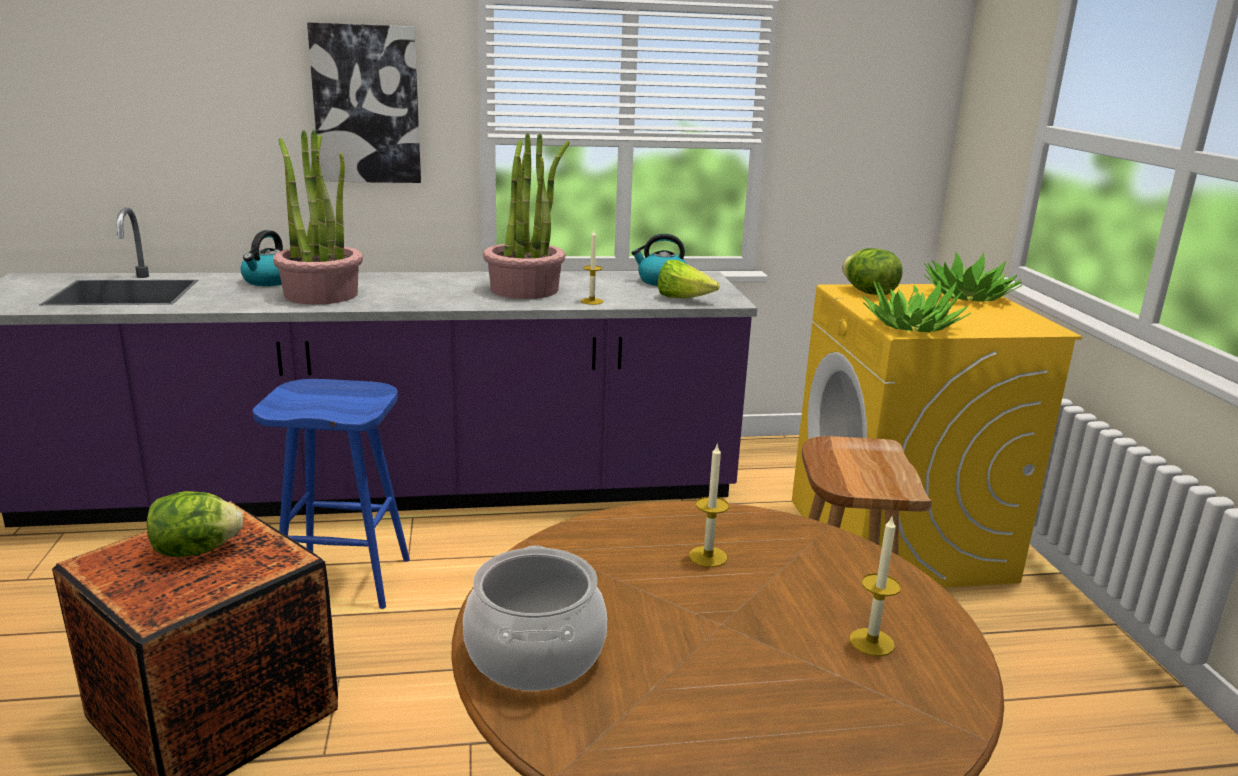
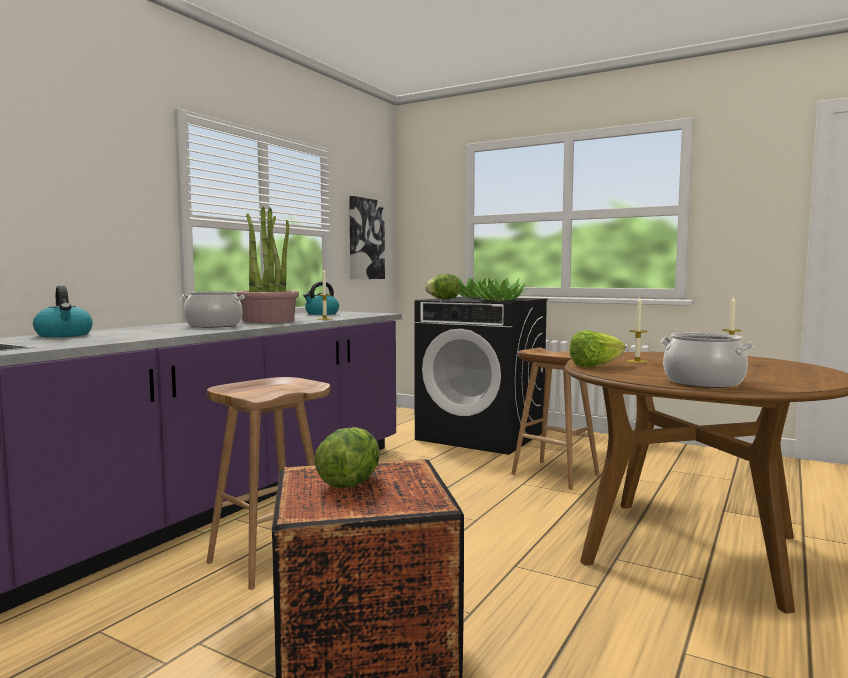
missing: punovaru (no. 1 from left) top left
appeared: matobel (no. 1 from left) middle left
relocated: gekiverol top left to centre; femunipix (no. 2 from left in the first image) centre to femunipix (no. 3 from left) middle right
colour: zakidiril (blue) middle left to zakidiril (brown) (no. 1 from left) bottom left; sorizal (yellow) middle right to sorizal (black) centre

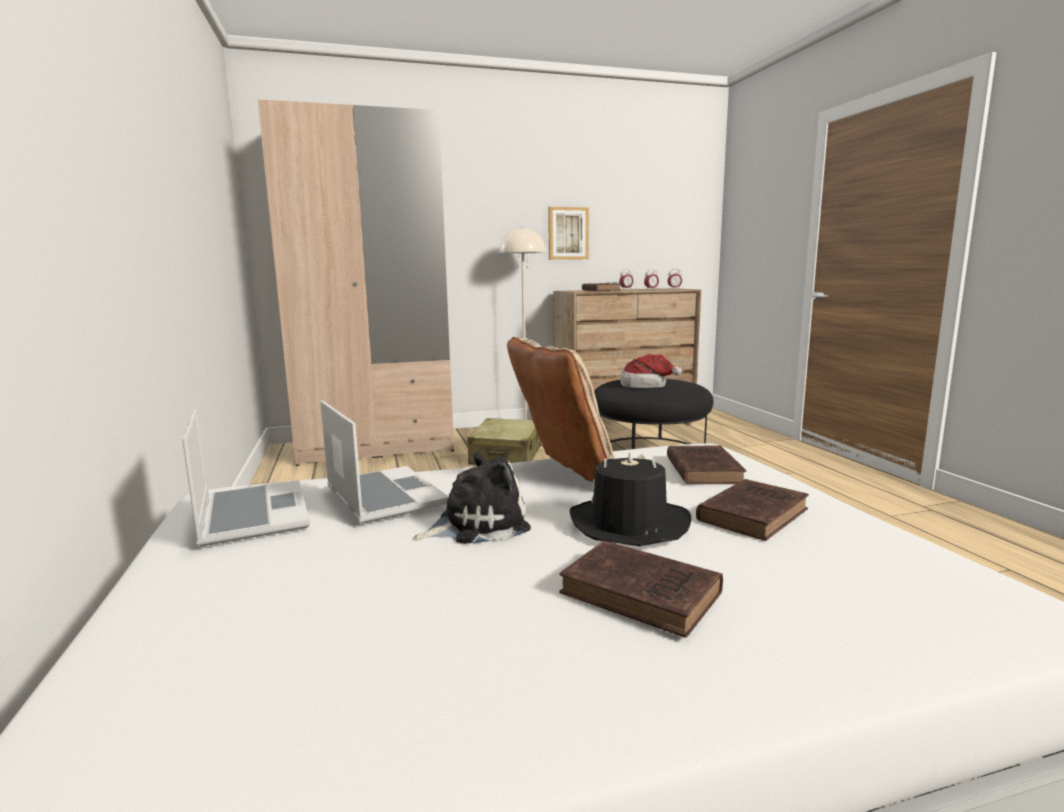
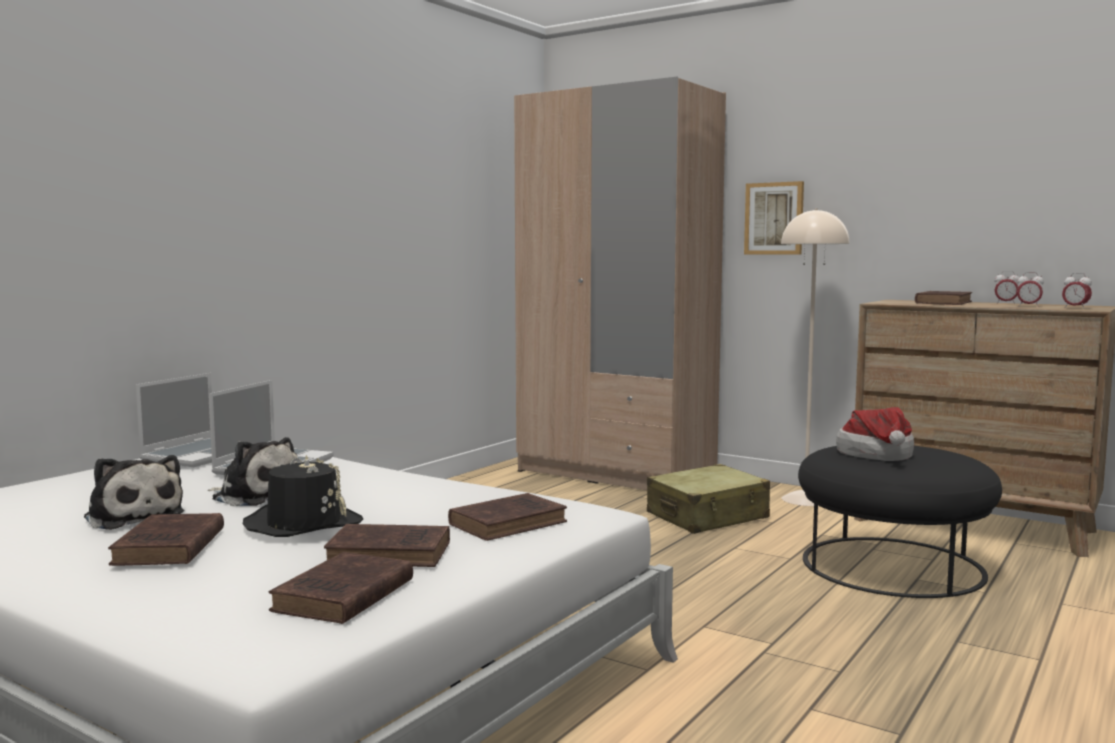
missing: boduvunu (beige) centre
appeared: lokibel (no. 1 from left) middle left; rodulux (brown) (no. 2 from left) bottom left
relocated: gekiverol top centre to top right

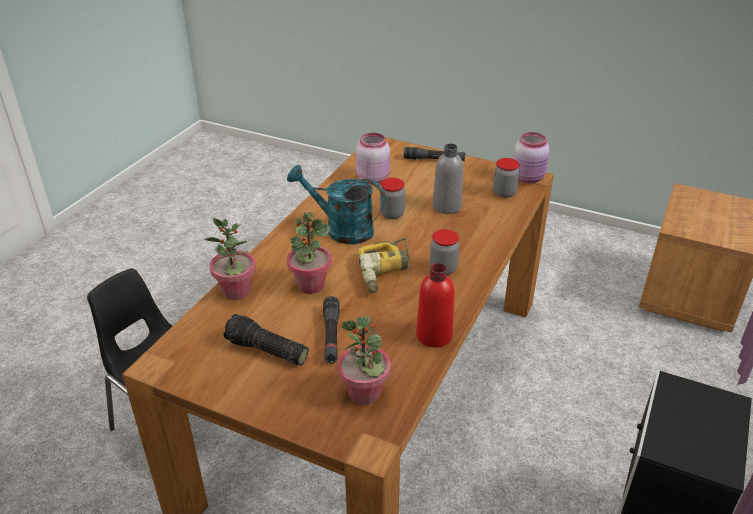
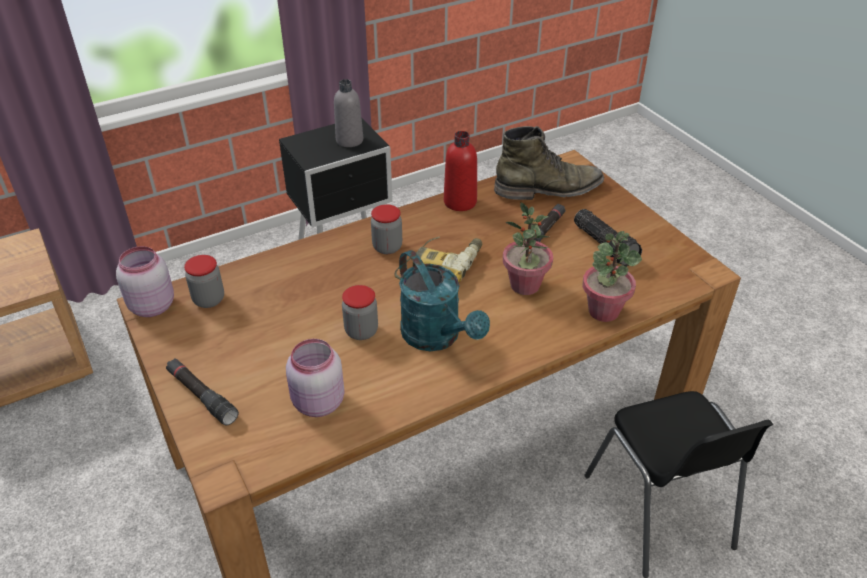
relocated: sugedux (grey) centre to top centre
exchanged: punovaru (no. 3 from left) bottom centre to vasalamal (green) top centre

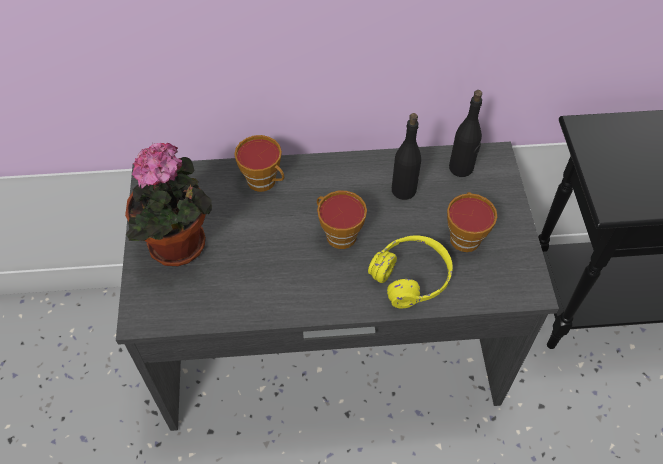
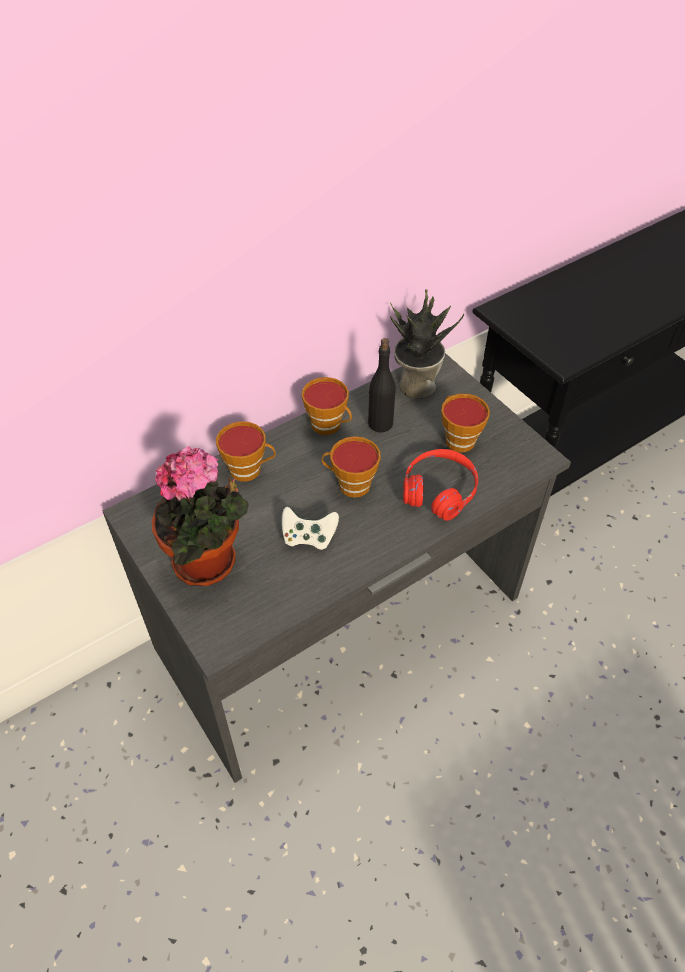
appeared: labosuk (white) centre; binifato (no. 2 from left) centre
exchanged: sugedux (black) (no. 2 from left) top right to punovaru (no. 2 from left) centre
colour: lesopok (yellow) centre to lesopok (red) centre

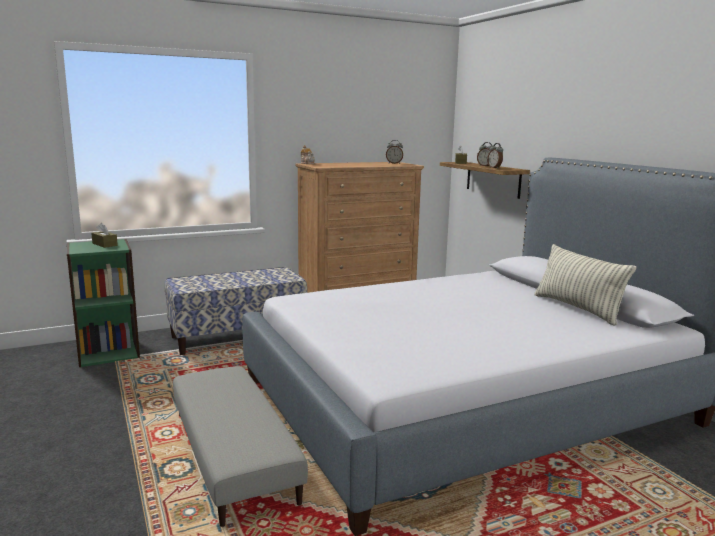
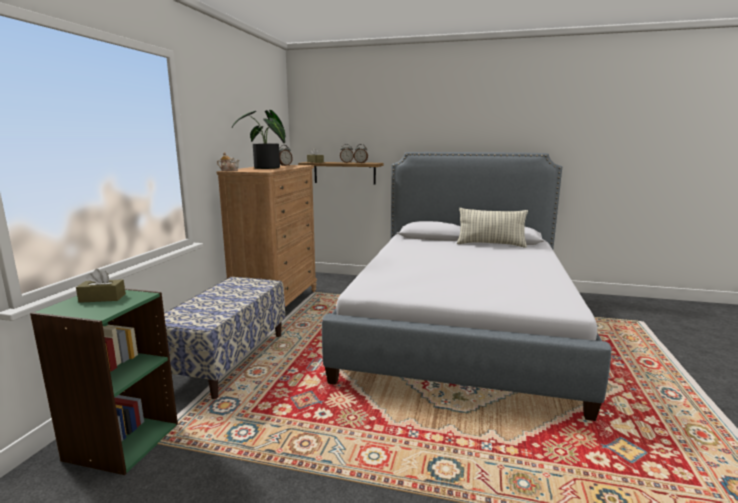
missing: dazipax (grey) bottom centre
appeared: punovaru top centre

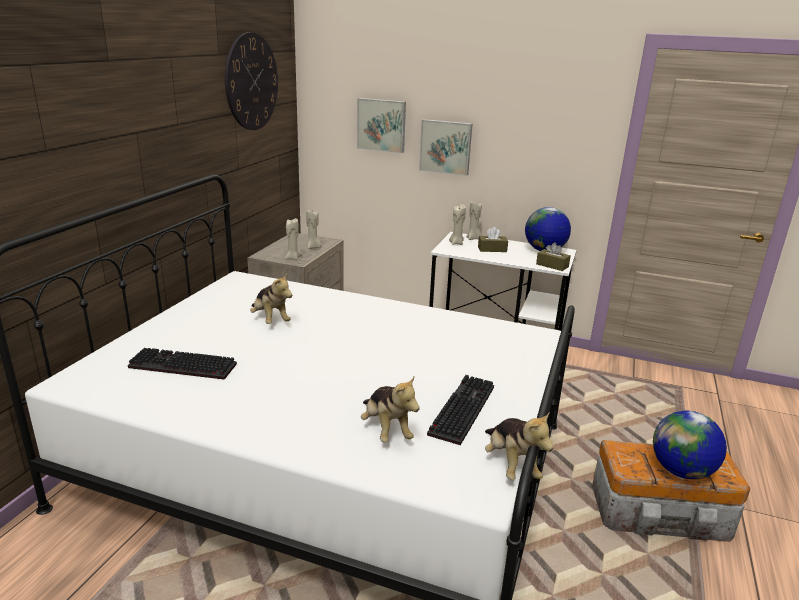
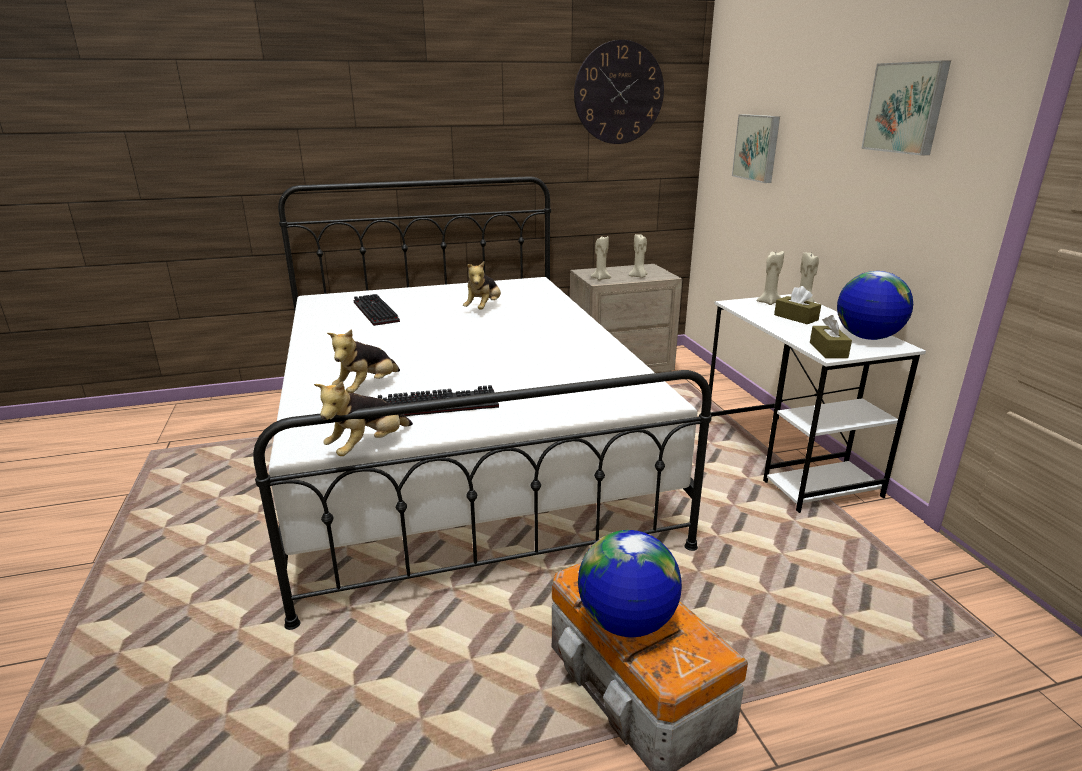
relocated: gekiverol (no. 2 from left) top centre to top right

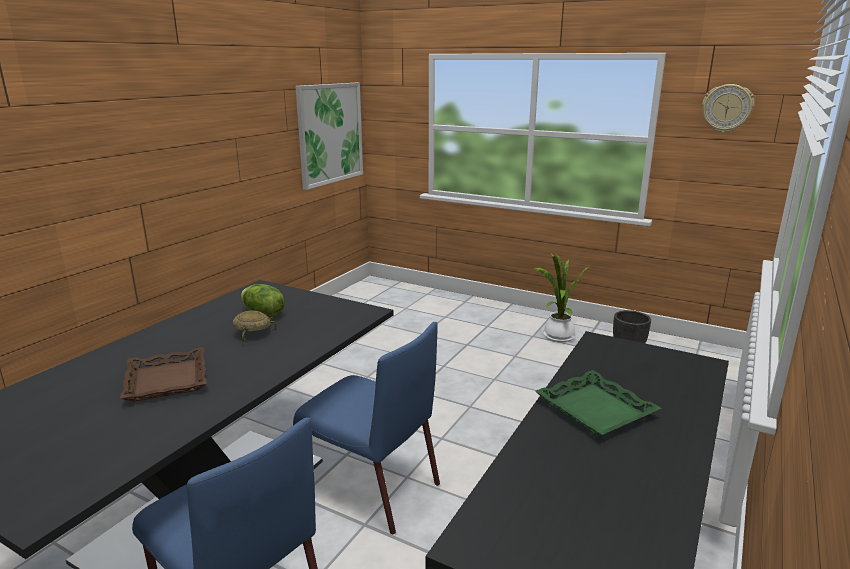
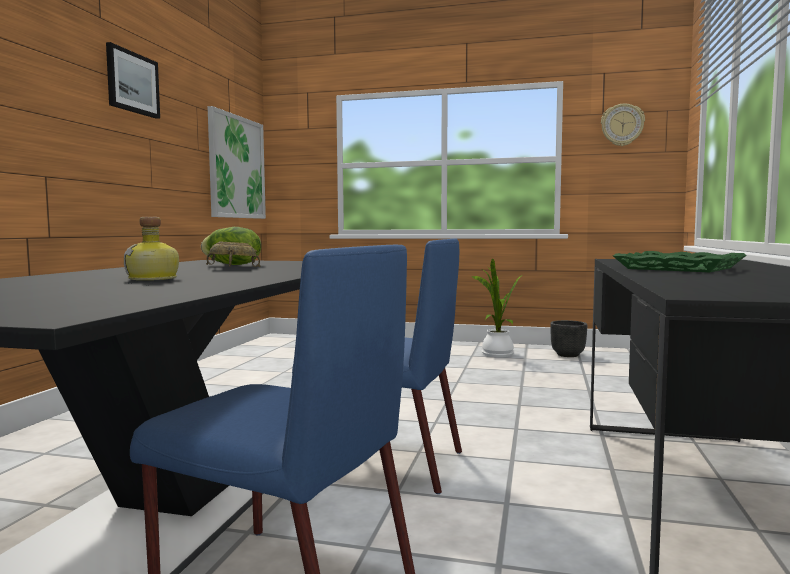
appeared: gekiverol (no. 1 from left) top left
exchanged: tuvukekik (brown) middle left to sugedux middle left

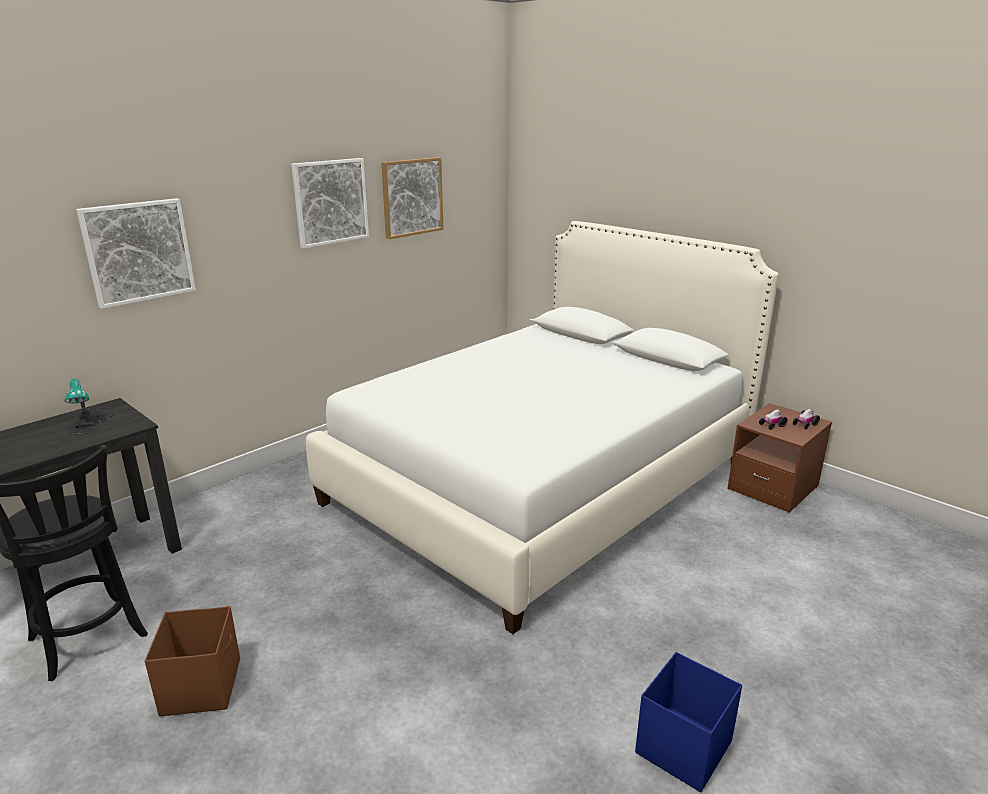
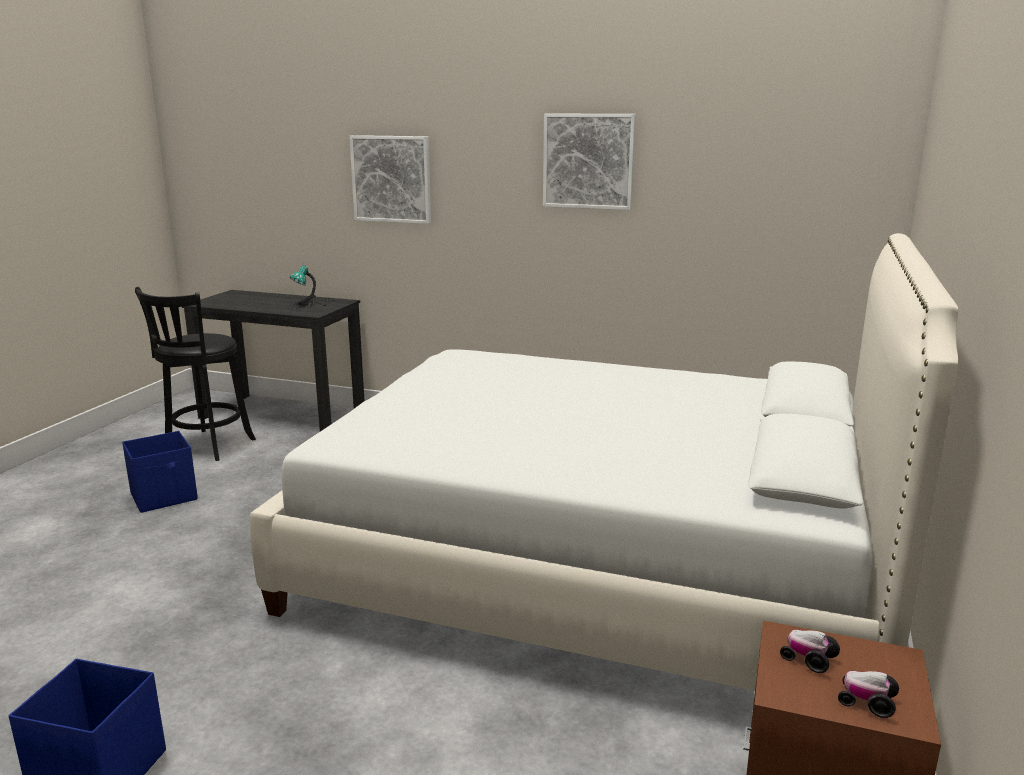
missing: gekiverol (no. 3 from left) top centre
colour: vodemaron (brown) bottom left to vodemaron (blue) (no. 2 from left) middle left

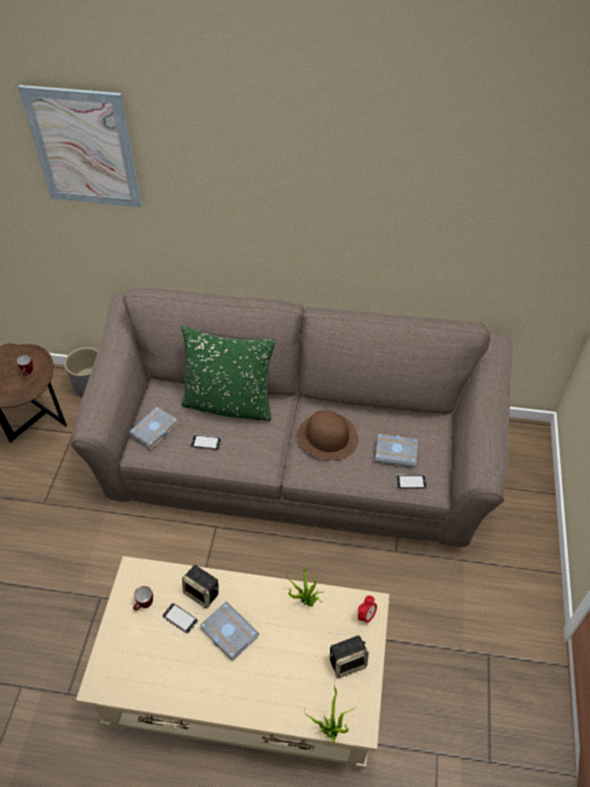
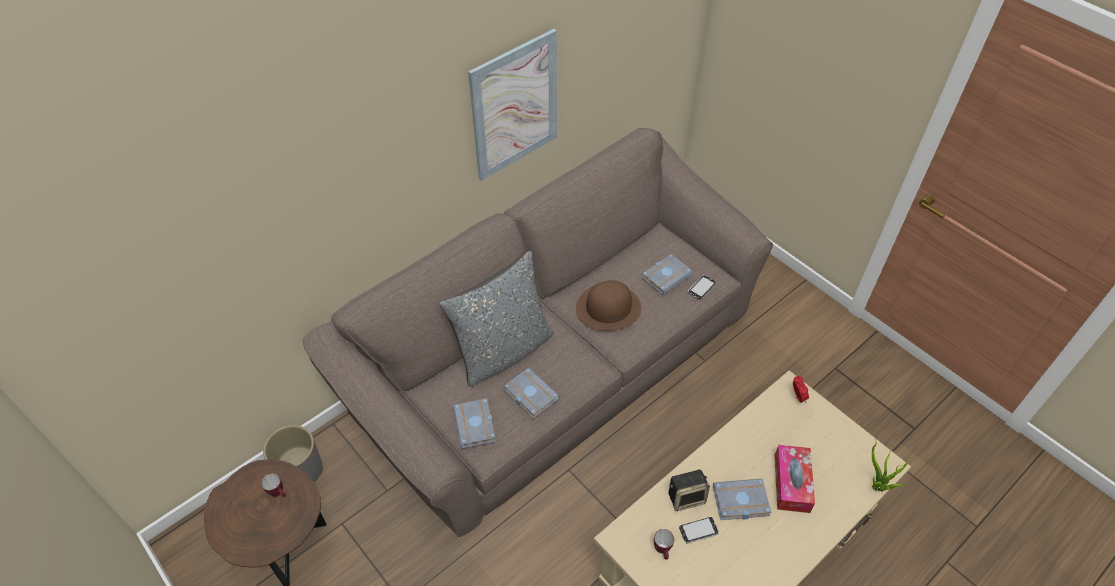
missing: punovaru (no. 1 from left) bottom centre; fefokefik (no. 2 from left) bottom centre
appeared: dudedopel bottom right
relocated: gekiverol top left to top centre
exchanged: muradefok (no. 2 from left) centre to rodulux (grey) (no. 2 from left) bottom centre
colour: boduvunu (green) centre to boduvunu (grey) centre

